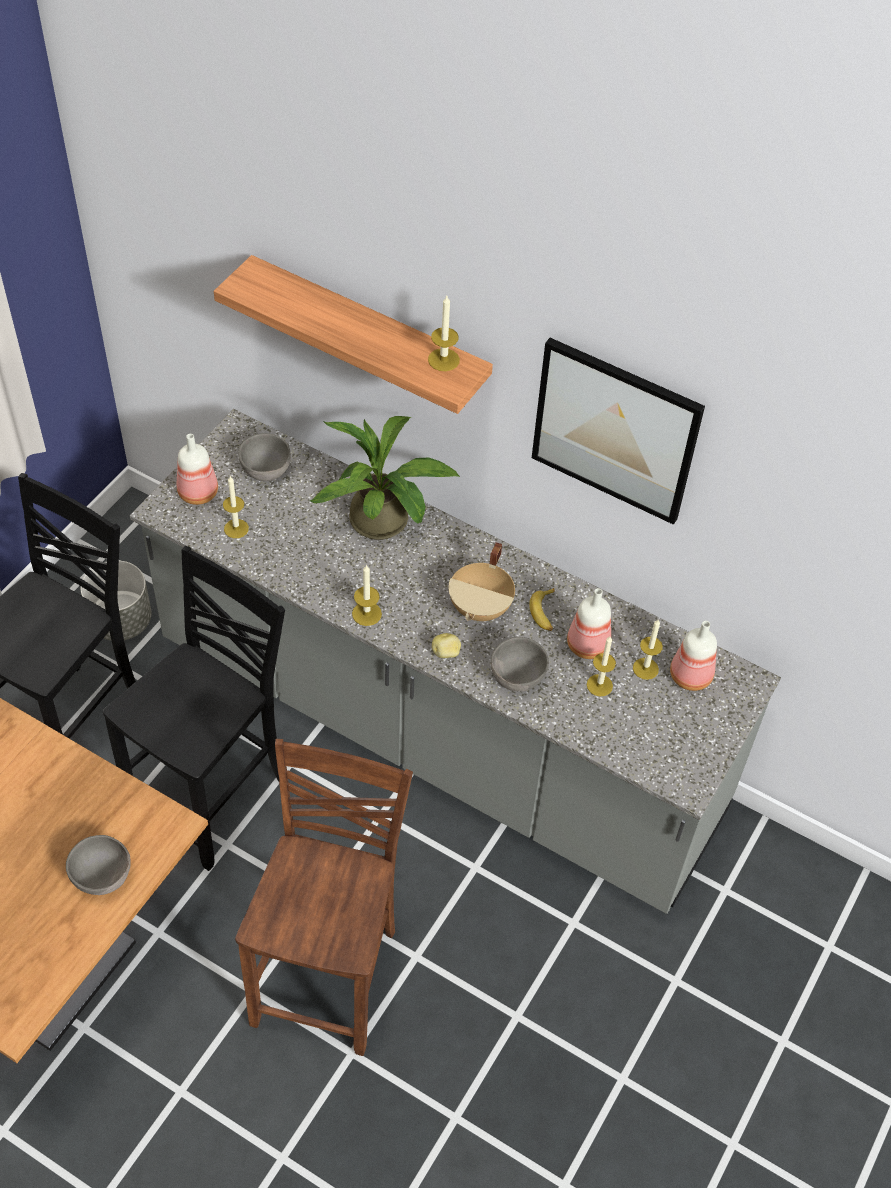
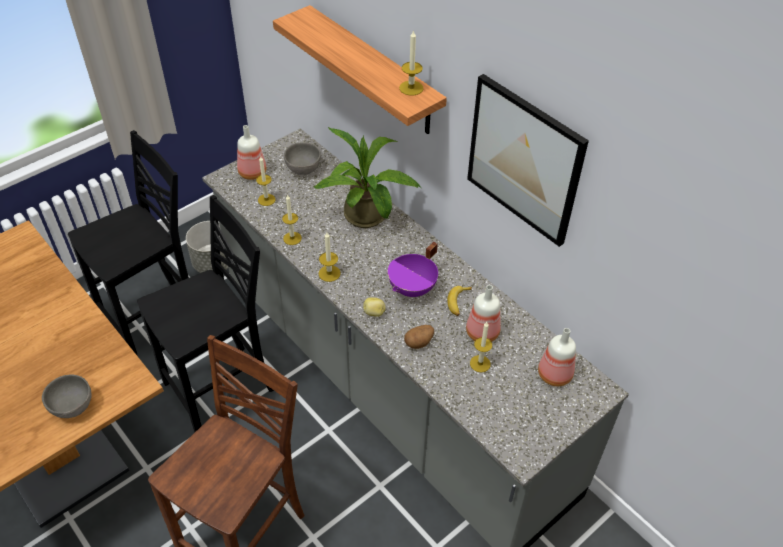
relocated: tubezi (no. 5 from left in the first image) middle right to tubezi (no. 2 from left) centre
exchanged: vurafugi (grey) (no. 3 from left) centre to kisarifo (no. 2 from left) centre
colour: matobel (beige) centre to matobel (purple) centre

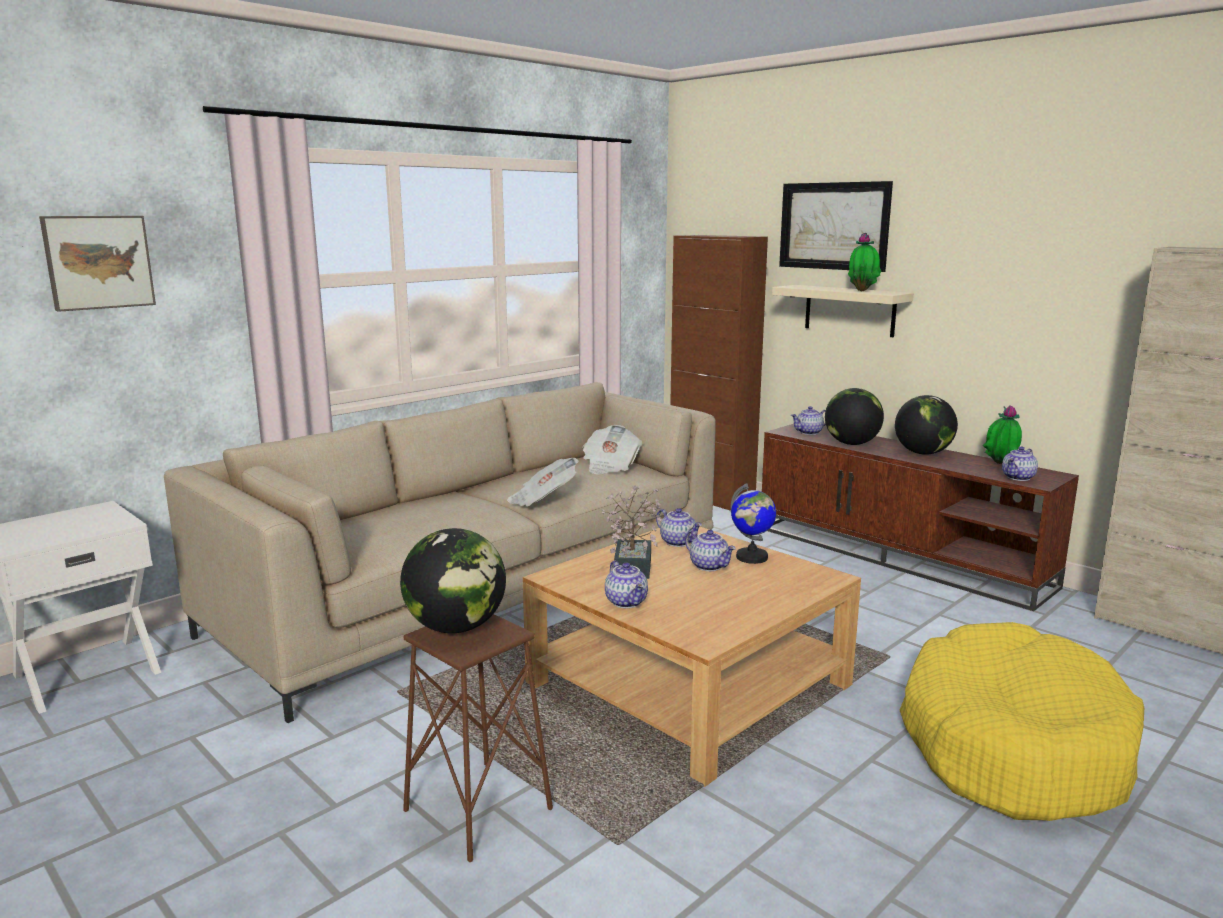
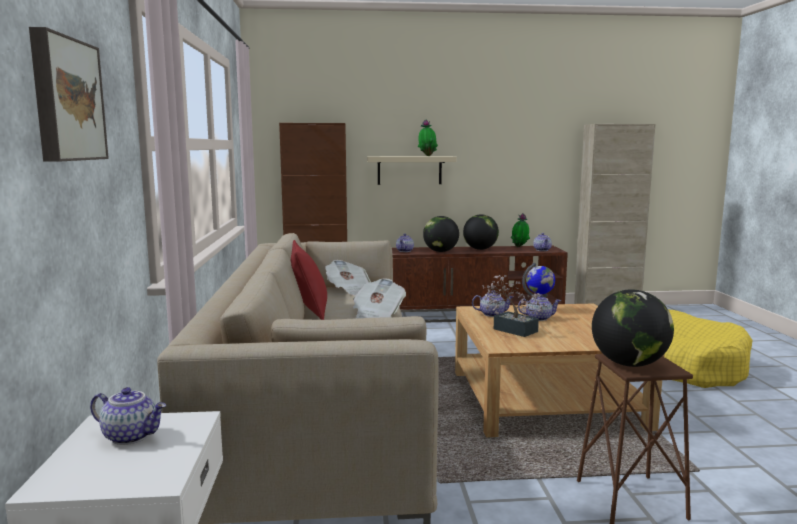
missing: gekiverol (no. 2 from left) top right
appeared: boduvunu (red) centre
relocated: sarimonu (no. 1 from left) centre to bottom left

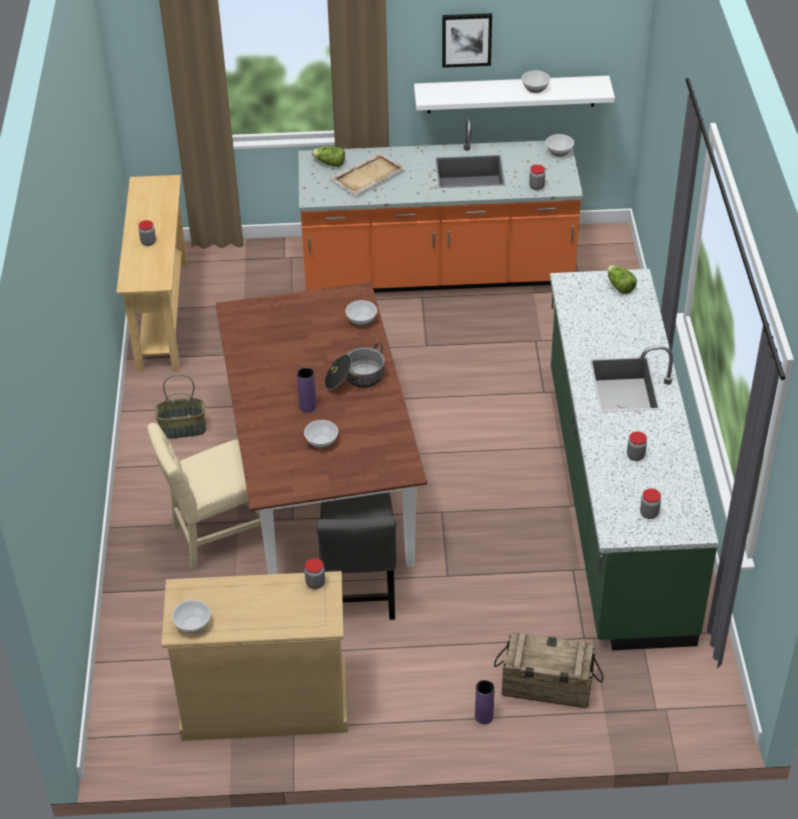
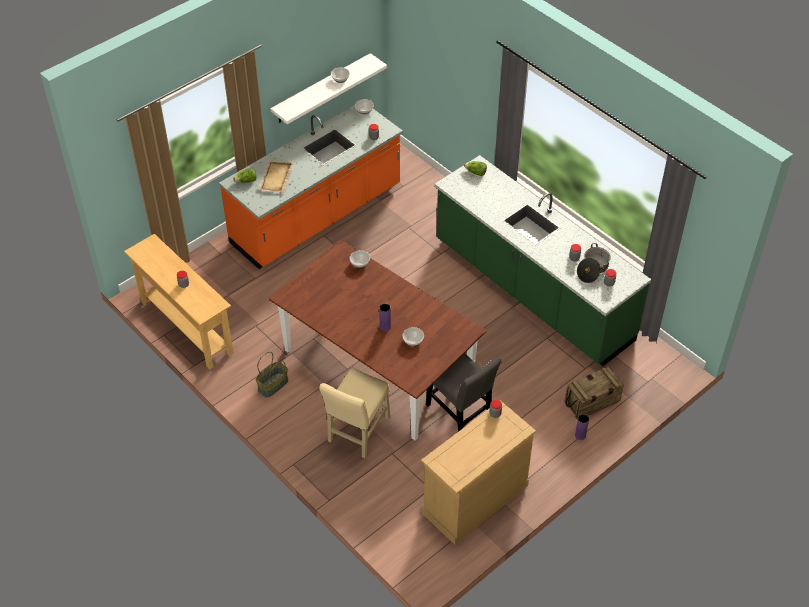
missing: vurafugi (no. 1 from left) bottom left; gekiverol top centre
relocated: matobel centre to middle right

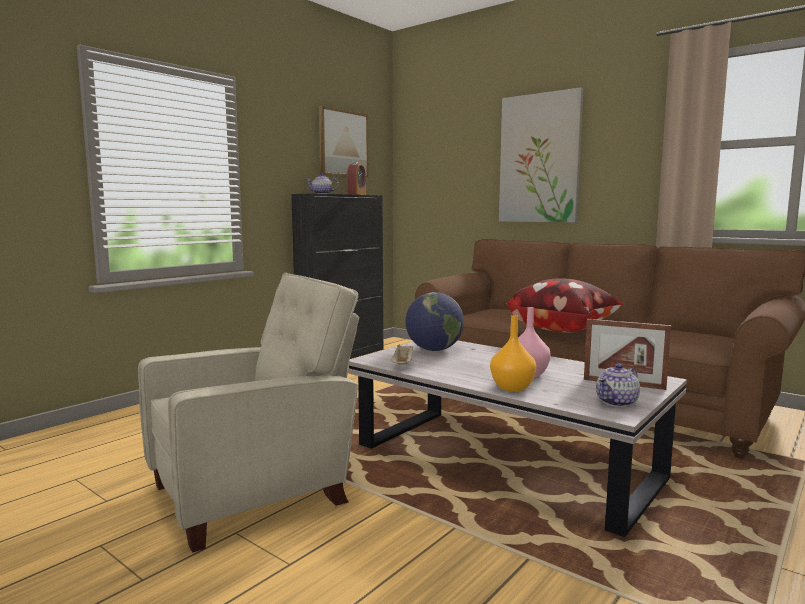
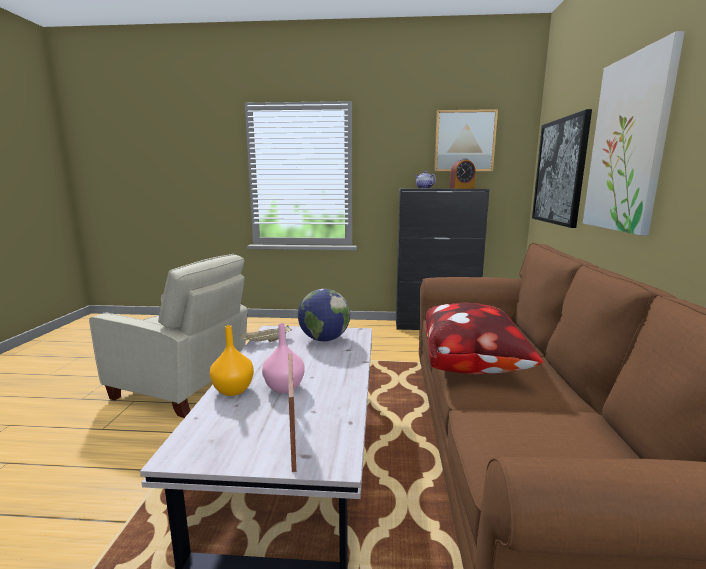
missing: sarimonu (no. 2 from left) middle right
appeared: gekiverol (no. 2 from left) top right

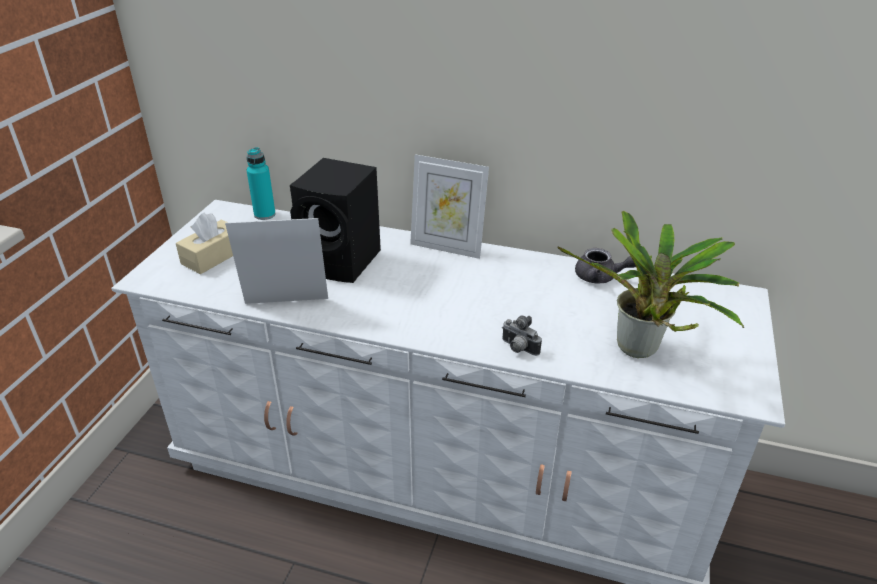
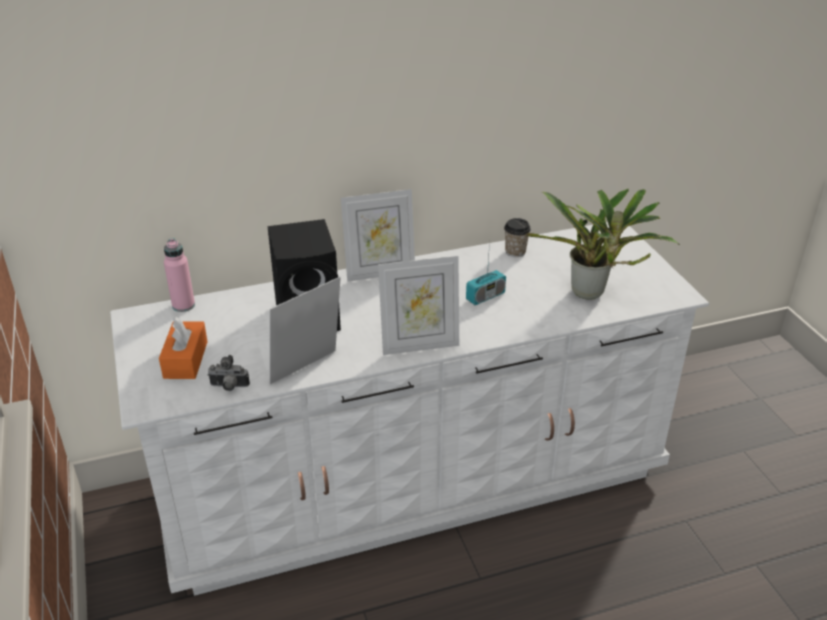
appeared: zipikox (no. 3 from left) centre; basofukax centre
relocated: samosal centre to middle left
exchanged: sarimonu (grey) middle right to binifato centre
colour: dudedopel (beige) middle left to dudedopel (orange) middle left; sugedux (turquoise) top left to sugedux (pink) middle left

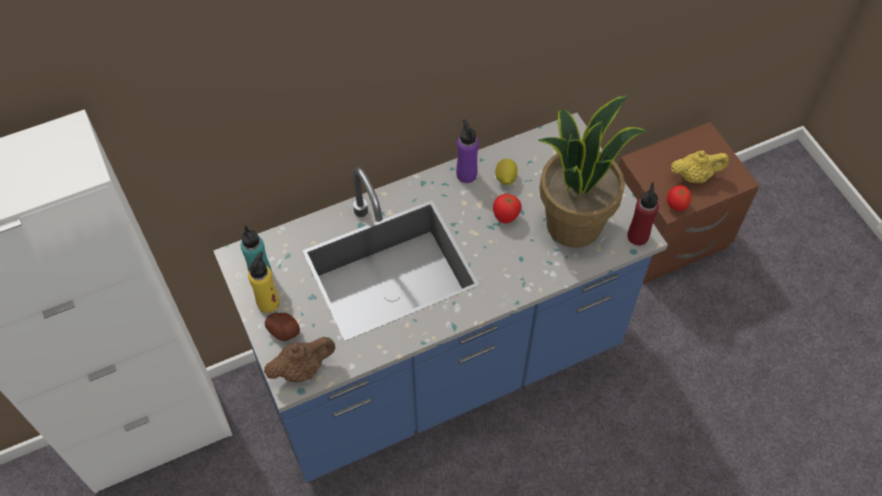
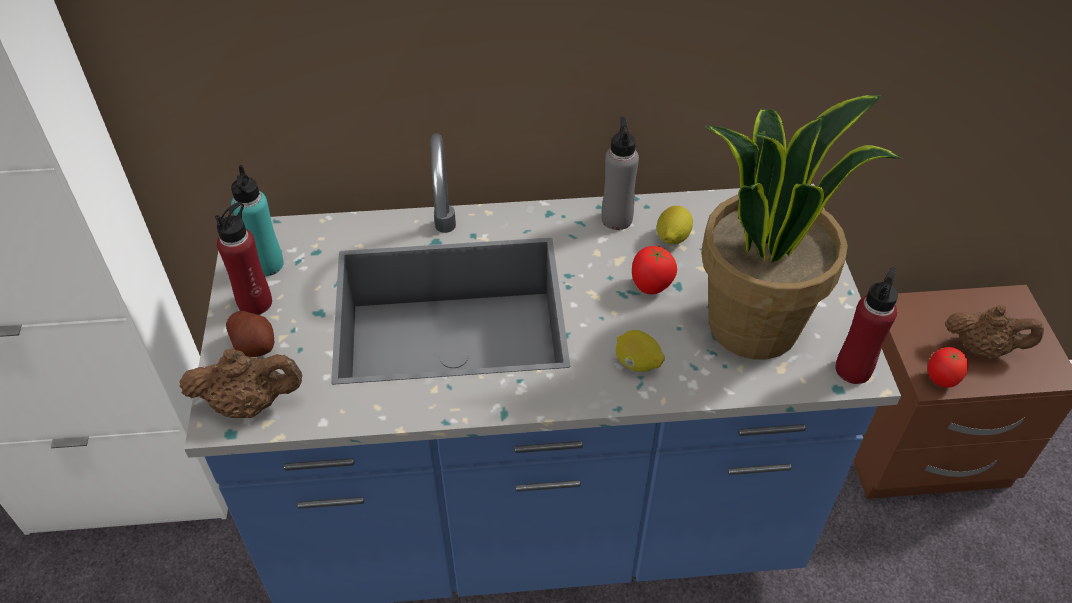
appeared: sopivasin (no. 1 from left) centre
colour: sugedux (yellow) middle left to sugedux (red) (no. 1 from left) middle left; sugedux (purple) top centre to sugedux (grey) top centre; sarimonu (yellow) middle right to sarimonu (brown) (no. 2 from left) middle right

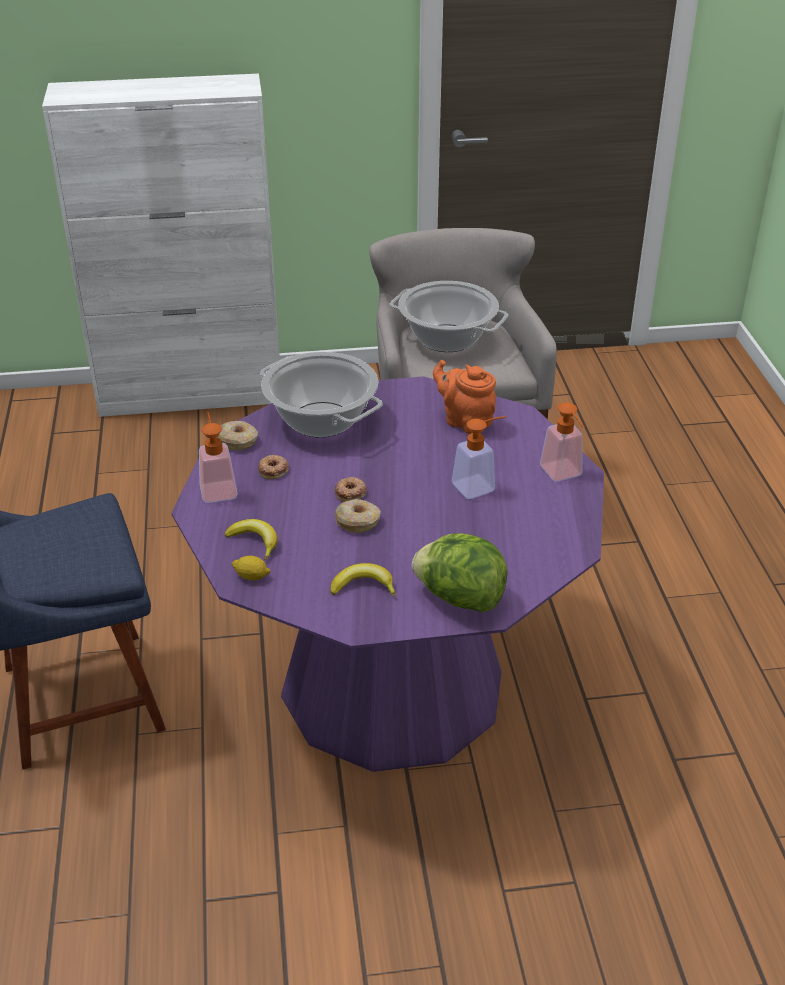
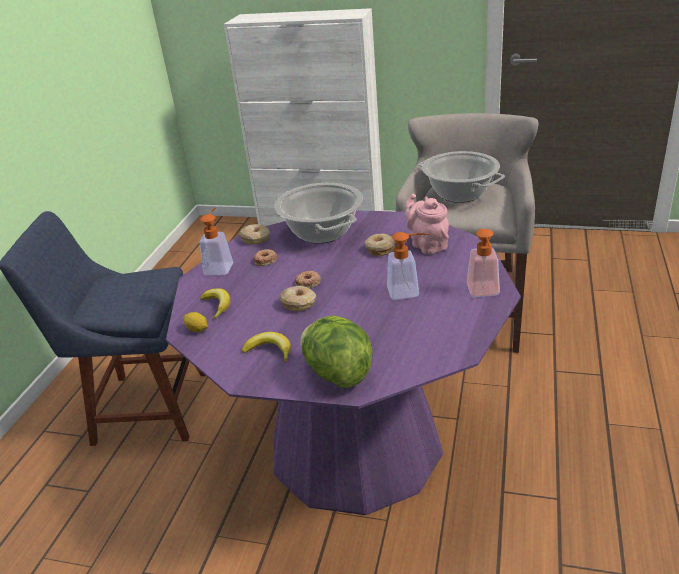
appeared: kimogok (no. 5 from left) centre
colour: sarimonu (orange) centre to sarimonu (pink) centre

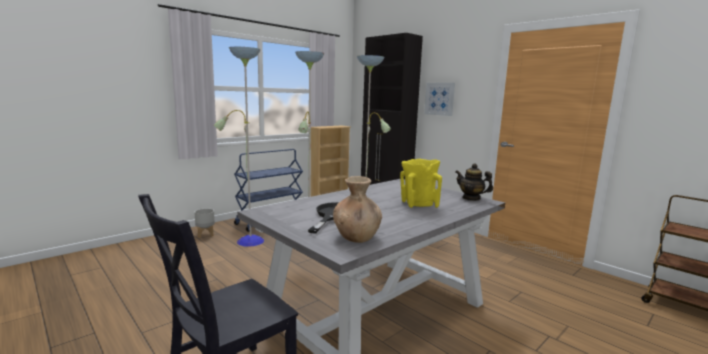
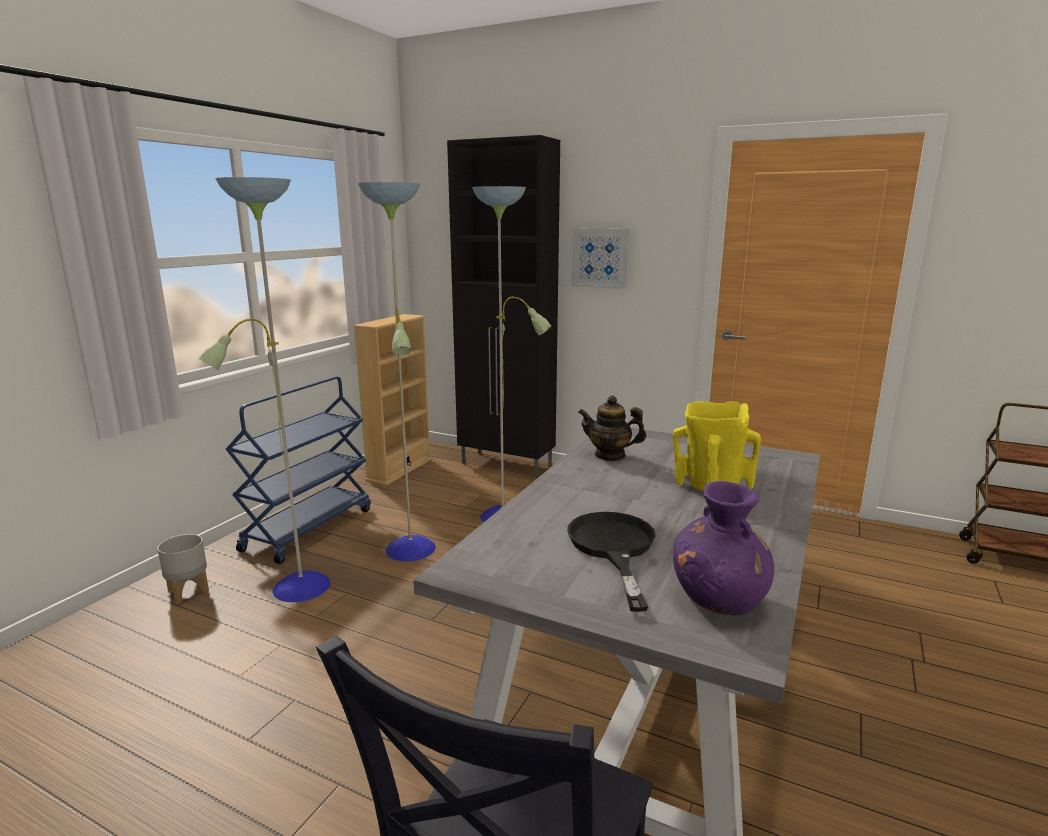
relocated: sarimonu middle right to centre
colour: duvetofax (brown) centre to duvetofax (purple) middle right

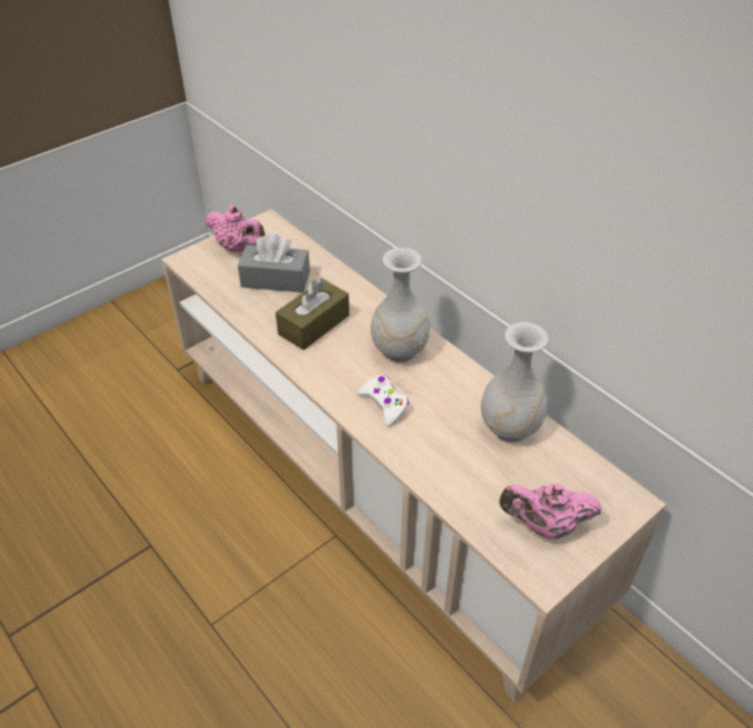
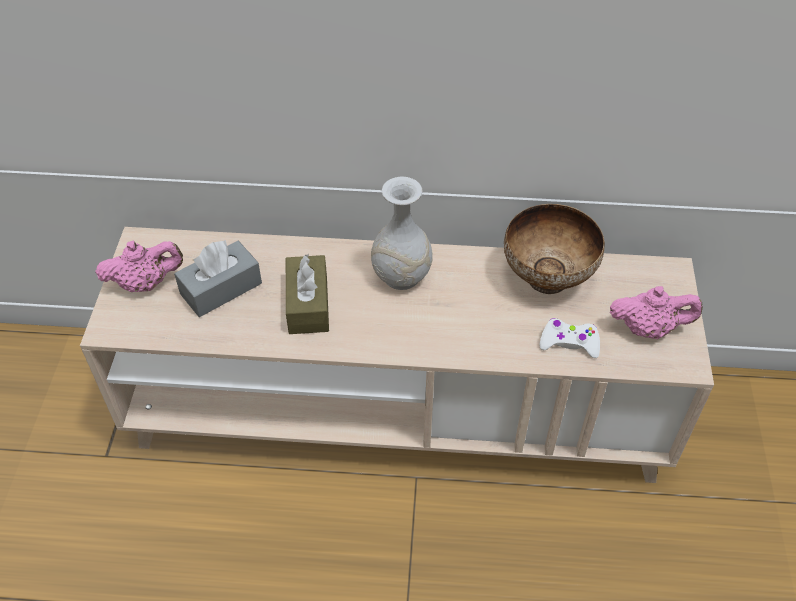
relocated: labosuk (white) centre to middle right
exchanged: duvetofax (white) (no. 2 from left) middle right to vurafugi middle right
spun: sarimonu (pink) (no. 2 from left) bottom right = middle right 135 degrees counterclockwise

